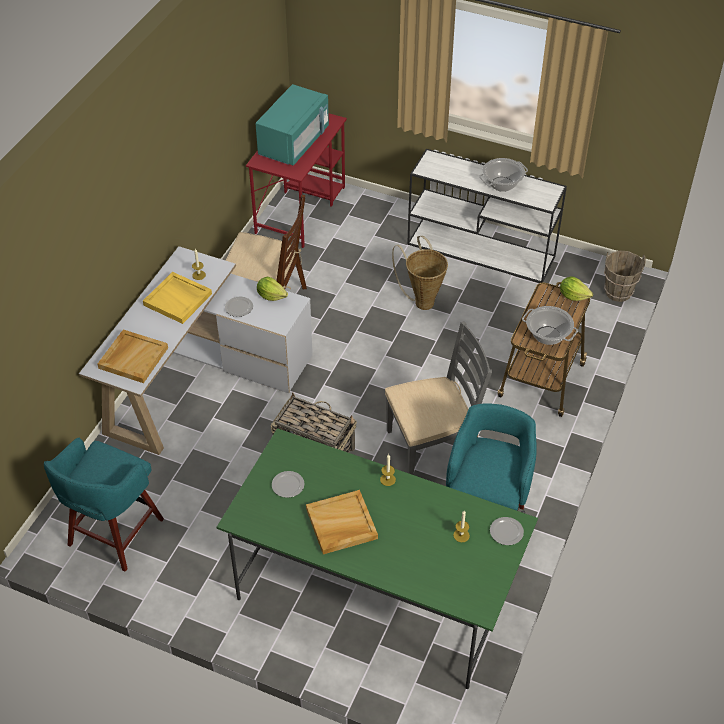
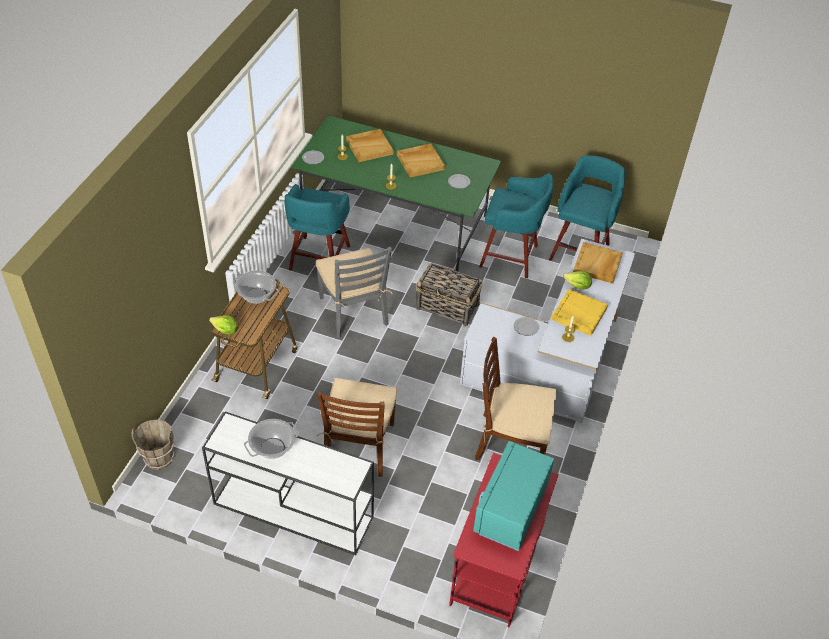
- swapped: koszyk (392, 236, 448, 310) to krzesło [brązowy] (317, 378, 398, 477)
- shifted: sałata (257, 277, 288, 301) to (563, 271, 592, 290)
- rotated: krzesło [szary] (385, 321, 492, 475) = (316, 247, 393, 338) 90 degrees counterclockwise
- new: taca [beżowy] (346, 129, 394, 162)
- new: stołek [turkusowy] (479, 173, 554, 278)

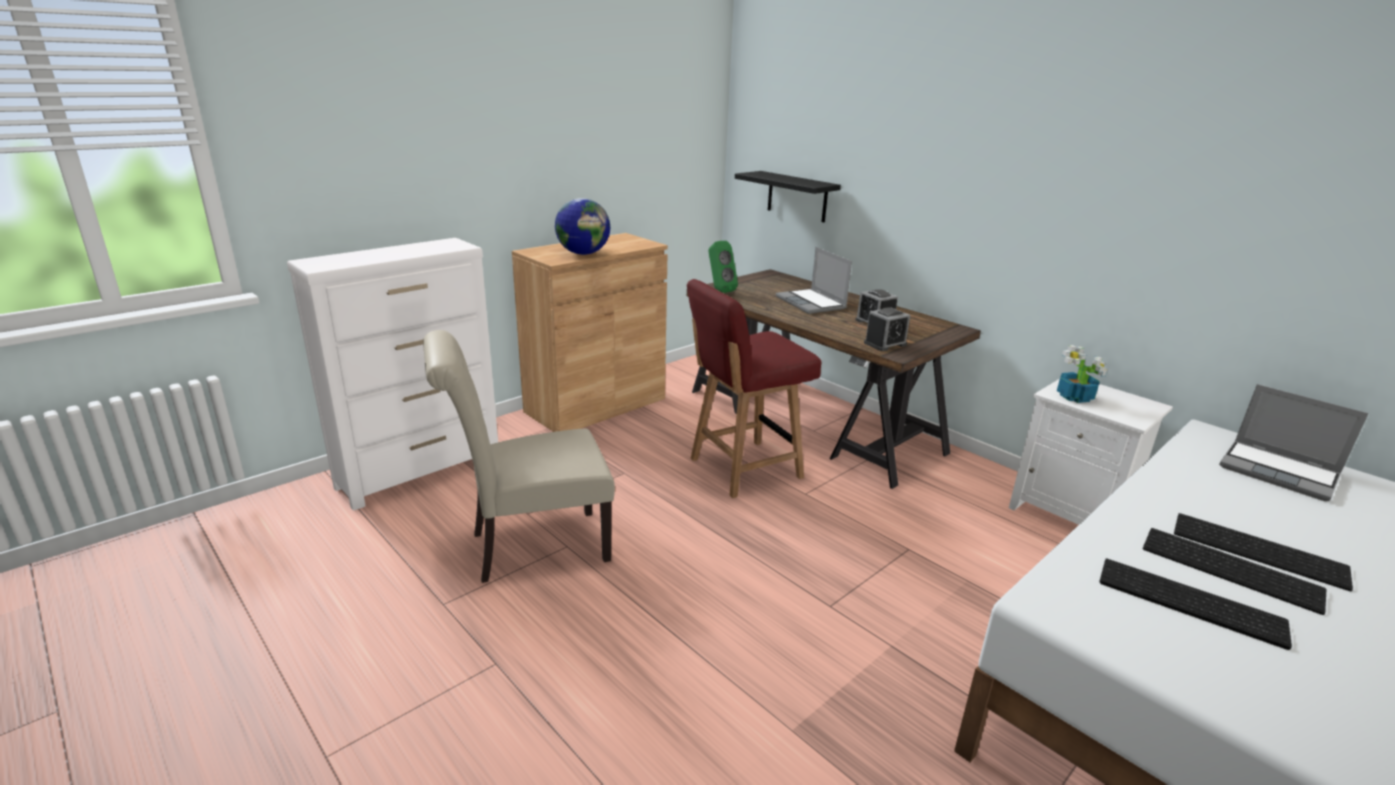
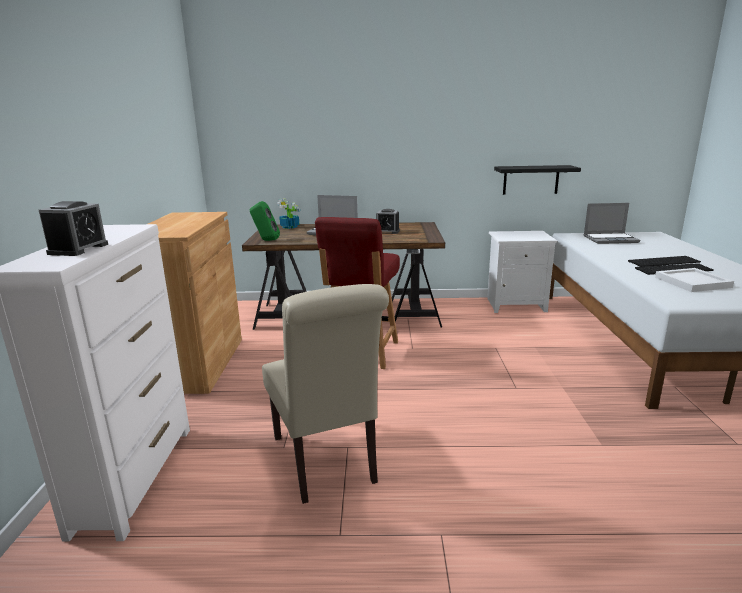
- shifted: półka [czarny] (735, 171, 841, 223) to (494, 165, 581, 195)
- gone: globus (555, 198, 610, 255)
- shifted: budzik (864, 307, 910, 351) to (39, 201, 108, 256)
- rotated: krzesło [beżowy] (423, 330, 615, 583) = (262, 284, 389, 504) 45 degrees counterclockwise
- shifted: roślina doniczkowa (1057, 345, 1107, 403) to (277, 199, 300, 229)
- swapped: klawiatura (1099, 559, 1292, 650) to taca [biały] (655, 268, 734, 292)

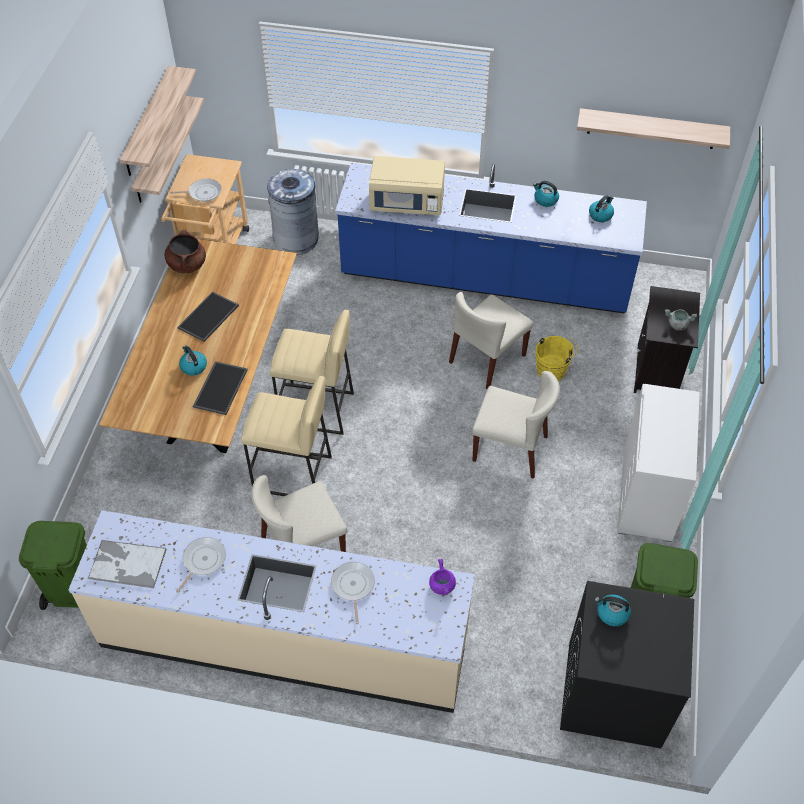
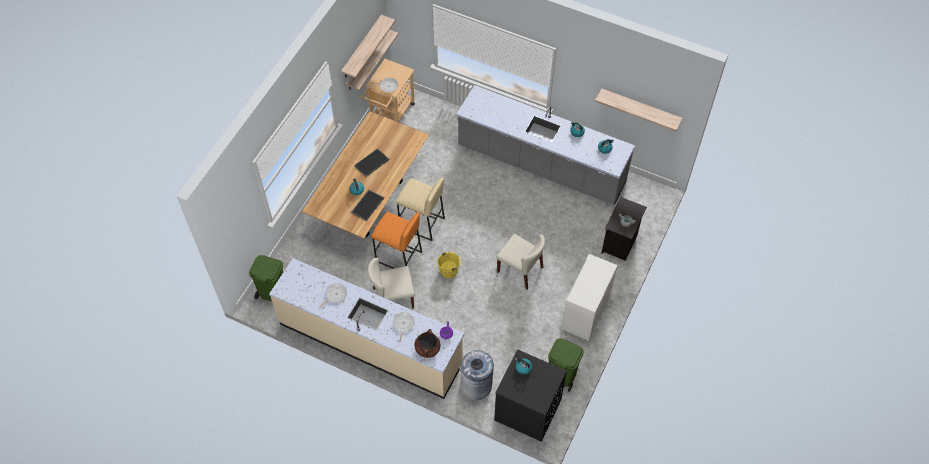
- gone: mikrofalówka [beżowy] (369, 156, 445, 215)
- repainted: zabudowa kuchenna [niebieski] (335, 163, 647, 314) to zabudowa kuchenna [szary] (456, 85, 635, 205)
- shifted: kosz na śmieci [szary] (267, 169, 319, 255) to (460, 350, 494, 401)
- shifted: garnek [brązowy] (165, 229, 206, 274) to (415, 329, 440, 358)
- gone: krzesło [beżowy] (449, 292, 534, 389)
- shifted: wiadro [żółty] (535, 333, 578, 381) to (437, 251, 463, 278)
- repainted: stołek [beżowy] (241, 376, 332, 496) to stołek [pomarańczowy] (371, 212, 422, 269)
- gone: taca (88, 540, 167, 589)

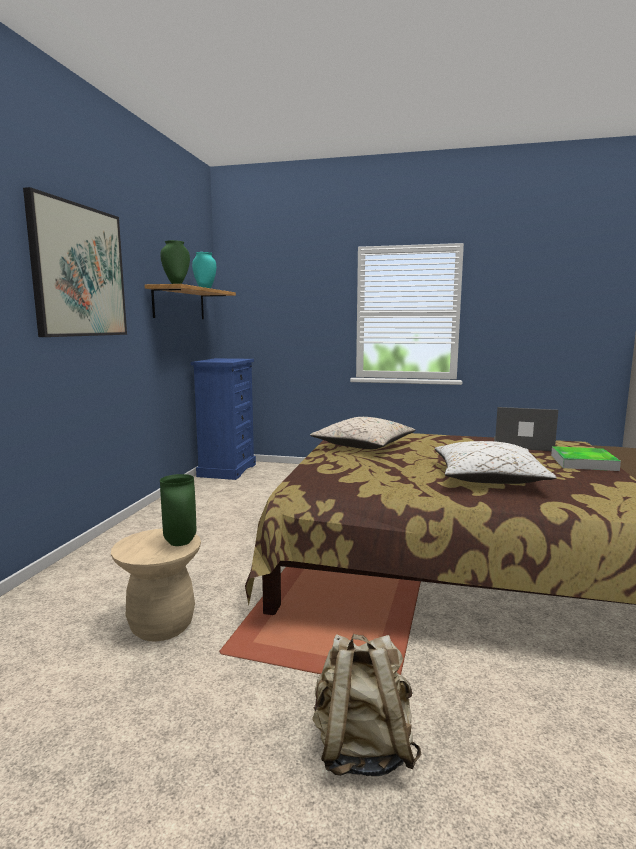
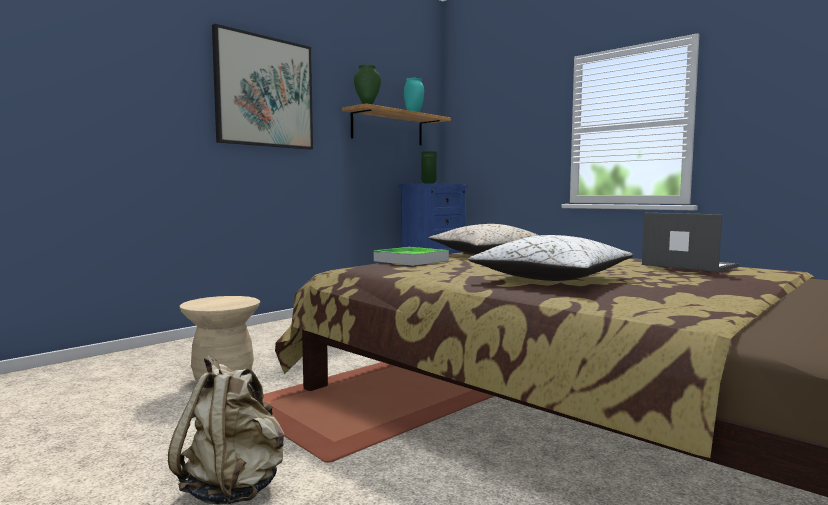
- shifted: taca (551, 446, 621, 471) to (373, 247, 449, 266)
- shifted: wazon [zielony] (160, 474, 196, 546) to (421, 151, 437, 184)

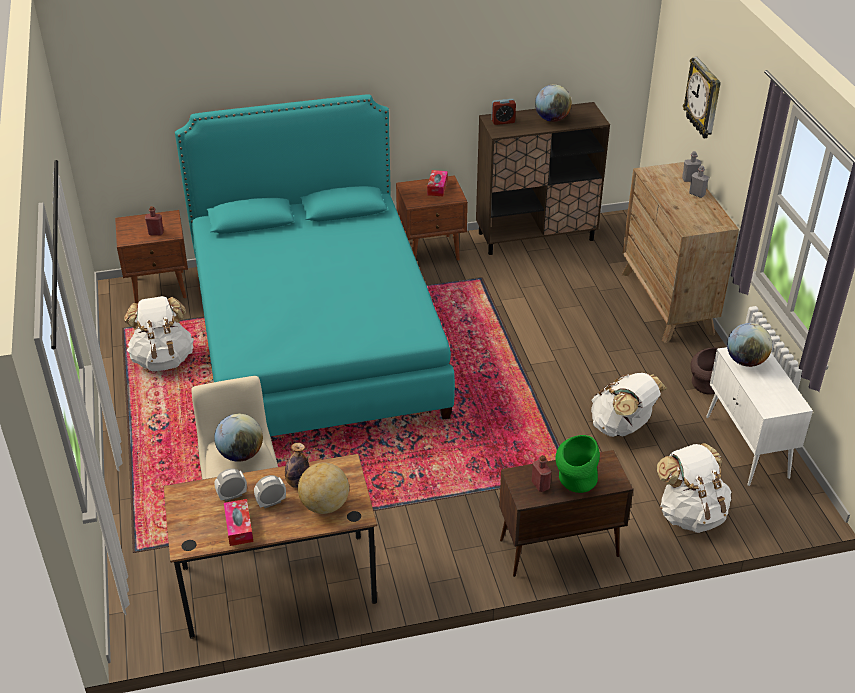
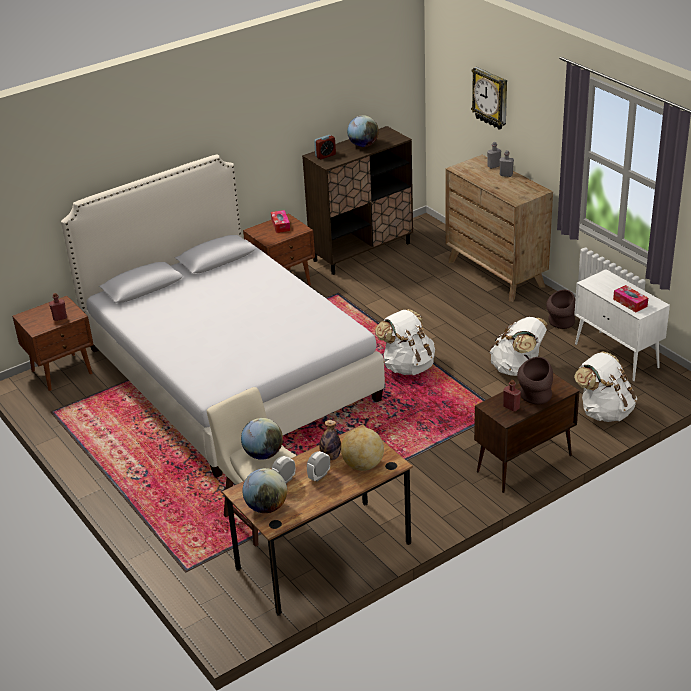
- repainted: łóżko [turkusowy] (175, 94, 455, 436) to łóżko [biały] (61, 154, 385, 478)
- shifted: plecak [biały] (124, 296, 194, 371) to (375, 309, 435, 375)
- shifted: globus (727, 323, 772, 367) to (242, 468, 287, 513)
- repainted: wazon [zielony] (556, 435, 600, 493) to wazon [brązowy] (517, 357, 553, 404)
- shifted: pudełko chusteczek (224, 499, 253, 546) to (613, 285, 648, 312)

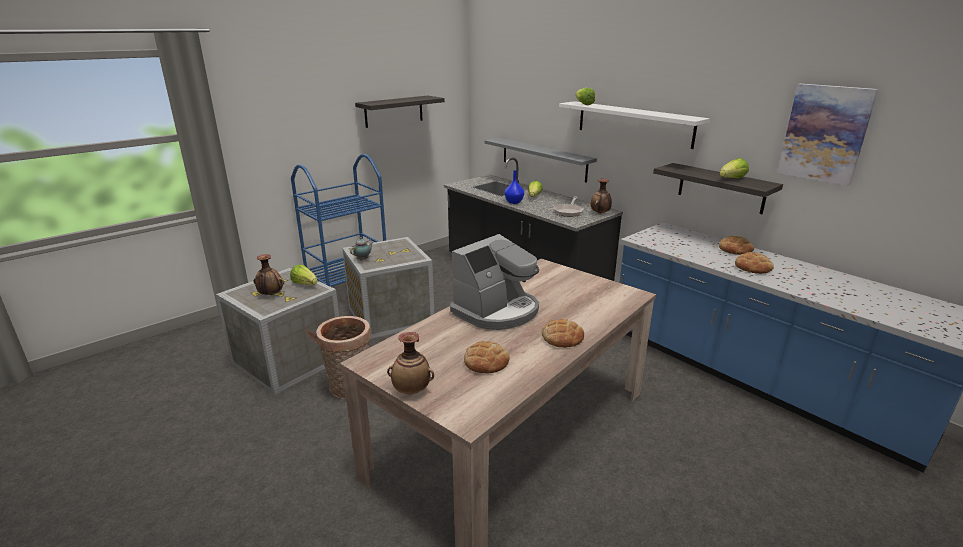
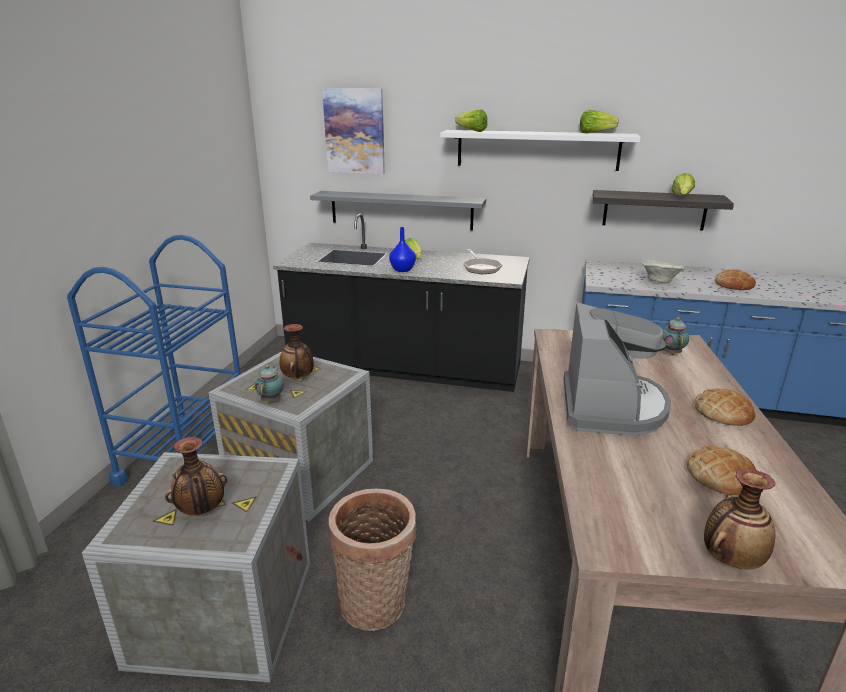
- shifted: obraz (777, 84, 878, 186) to (322, 88, 385, 174)
- gone: półka (355, 96, 445, 128)
- shifted: wazon (591, 179, 612, 214) to (280, 324, 314, 378)
- gone: chleb (719, 236, 754, 255)
- shifted: sałata (290, 264, 318, 285) to (580, 110, 618, 133)
- new: miska [beżowy] (641, 260, 685, 283)
- new: imbryk (663, 317, 689, 355)

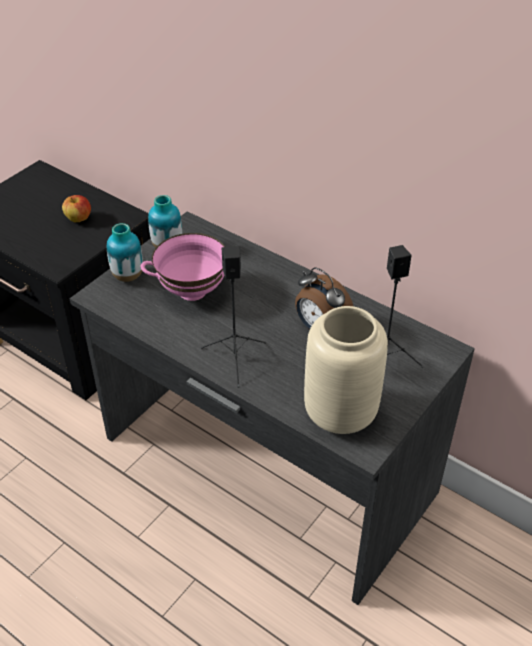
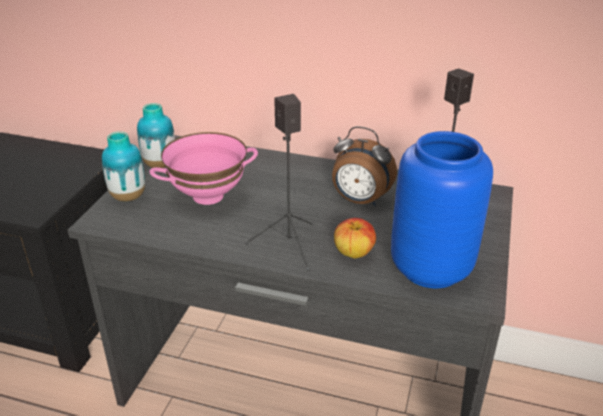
- shifted: jabłko (62, 195, 91, 222) to (334, 218, 376, 259)
- repainted: wazon [beżowy] (304, 306, 388, 434) to wazon [niebieski] (391, 131, 493, 288)

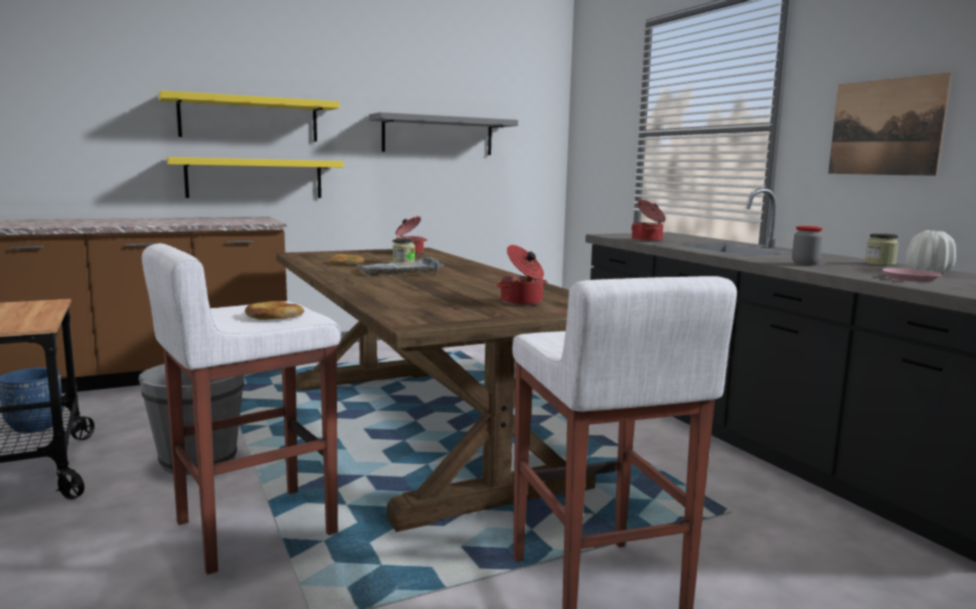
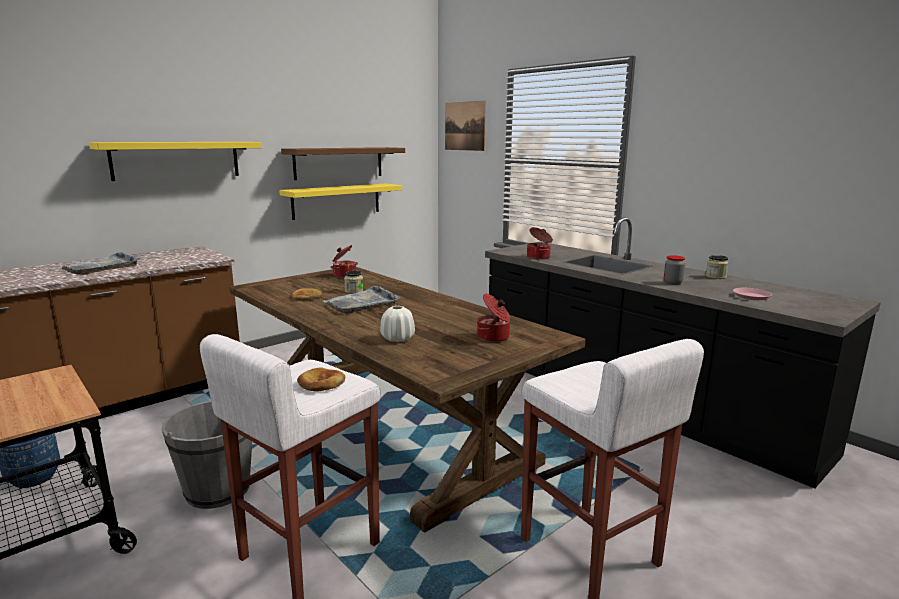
- shifted: obraz (828, 72, 952, 176) to (445, 101, 486, 151)
- repainted: półka [szary] (369, 112, 518, 155) to półka [brązowy] (281, 147, 405, 180)
- shifted: półka [żółty] (167, 157, 343, 198) to (279, 184, 402, 220)
- shifted: wazon [biały] (906, 230, 956, 273) to (380, 306, 415, 342)
- new: taca [szary] (59, 252, 141, 275)

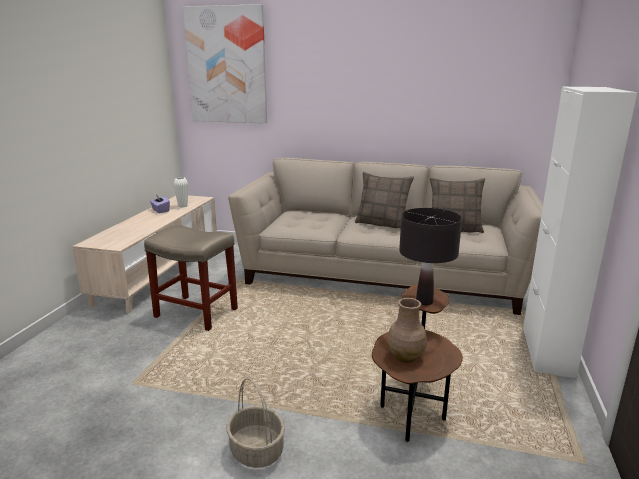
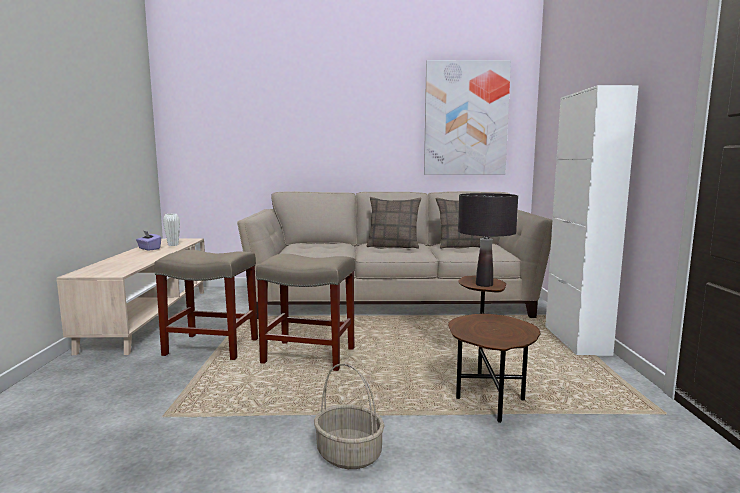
- shifted: obraz (183, 4, 267, 123) to (424, 60, 511, 175)
- gone: wazon [brązowy] (387, 298, 427, 363)
- new: stołek [beżowy] (256, 254, 355, 371)

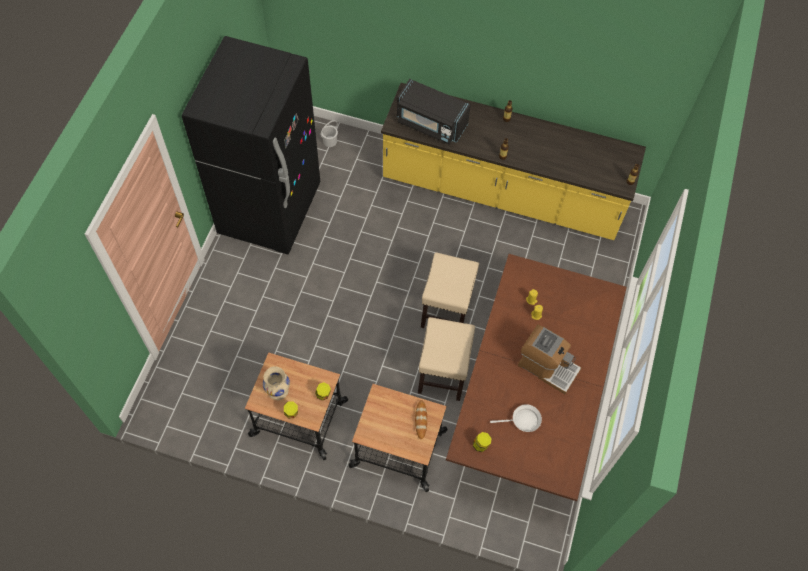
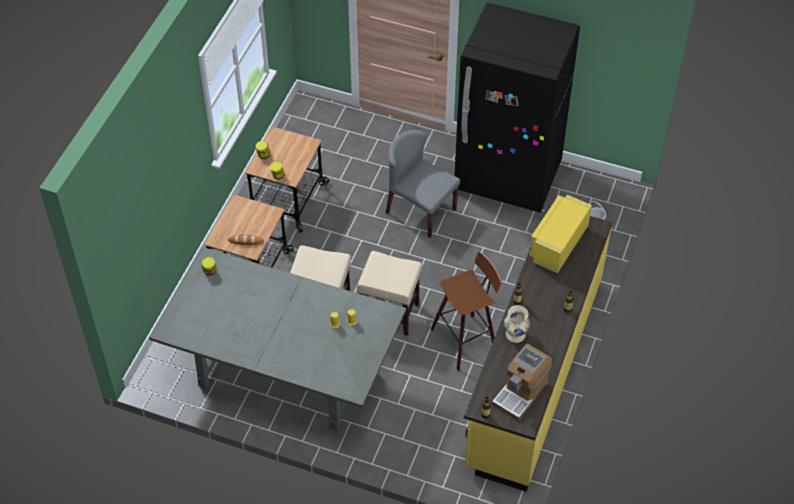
- repainted: mikrofalówka [czarny] (397, 79, 471, 144) to mikrofalówka [żółty] (529, 195, 592, 273)
- repainted: stół jadalny [brązowy] (446, 254, 627, 501) to stół jadalny [szary] (149, 247, 406, 431)
- shifted: ekspres do kawy (518, 325, 581, 394) to (492, 343, 552, 421)
- shifted: wazon [beżowy] (263, 366, 290, 400) to (504, 305, 530, 343)
- gone: patelnia [biały] (490, 404, 542, 432)
- new: krzesło [szary] (386, 130, 460, 238)
- new: stołek (431, 251, 502, 371)

